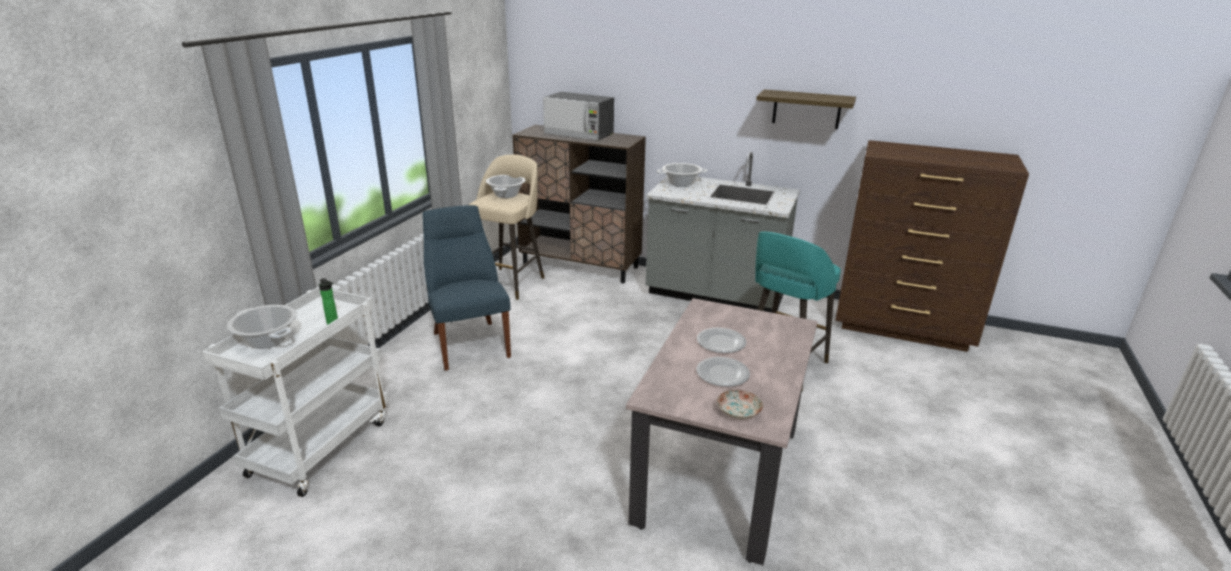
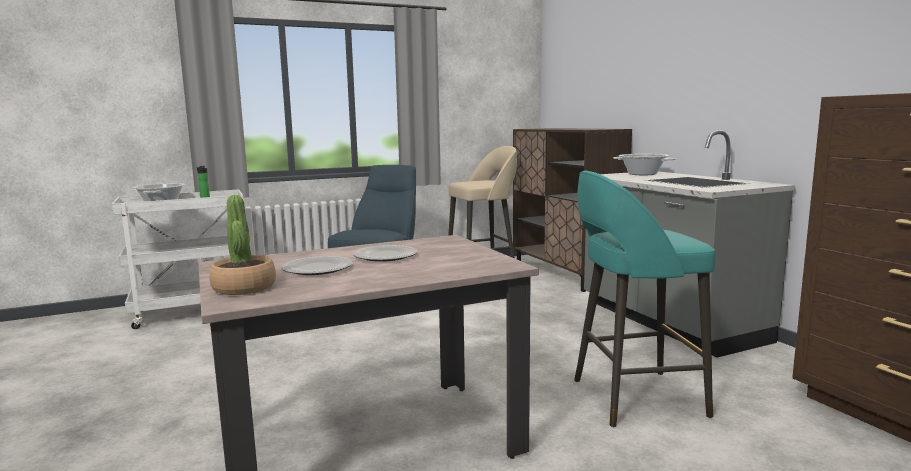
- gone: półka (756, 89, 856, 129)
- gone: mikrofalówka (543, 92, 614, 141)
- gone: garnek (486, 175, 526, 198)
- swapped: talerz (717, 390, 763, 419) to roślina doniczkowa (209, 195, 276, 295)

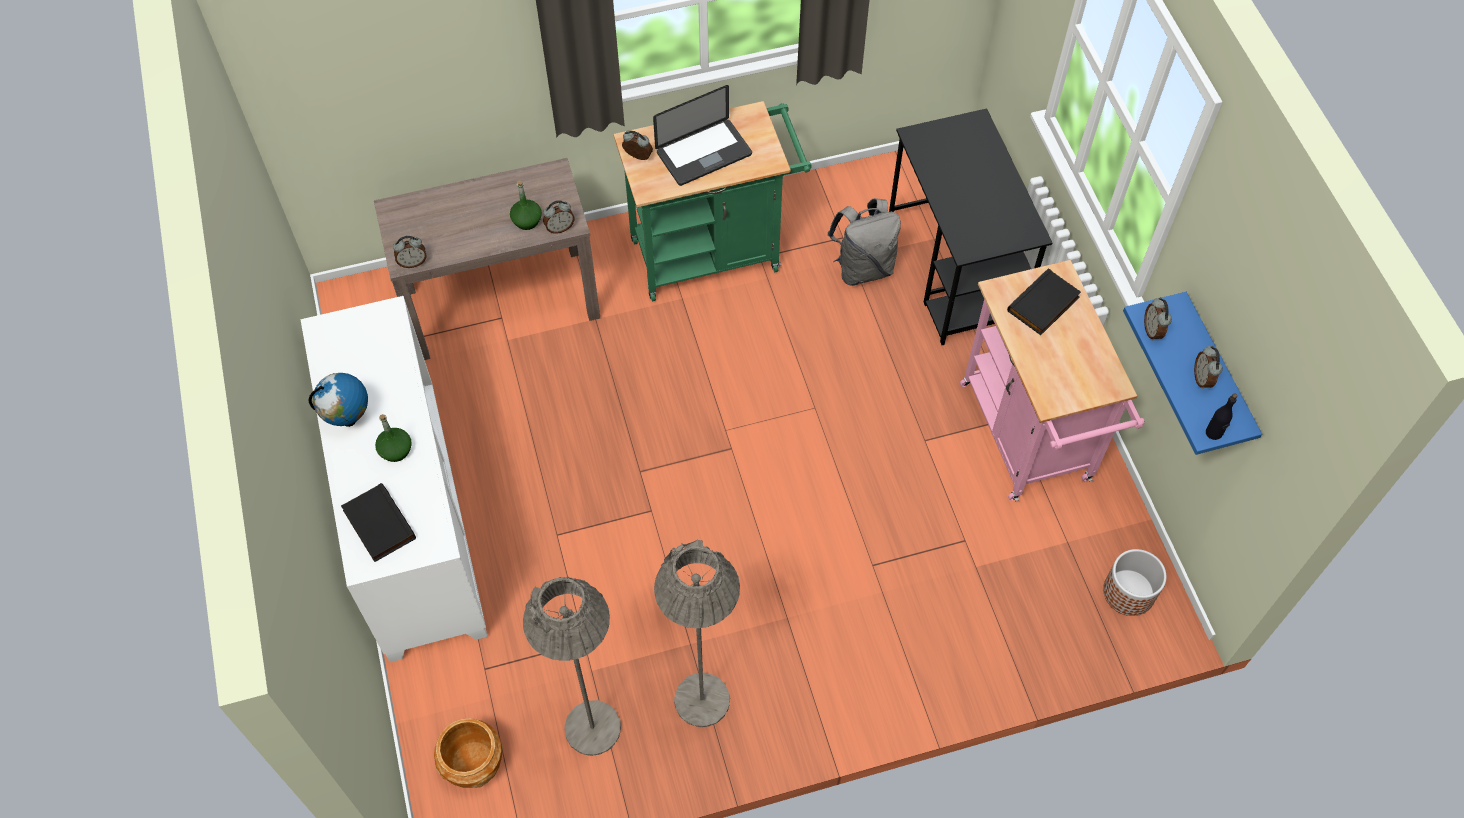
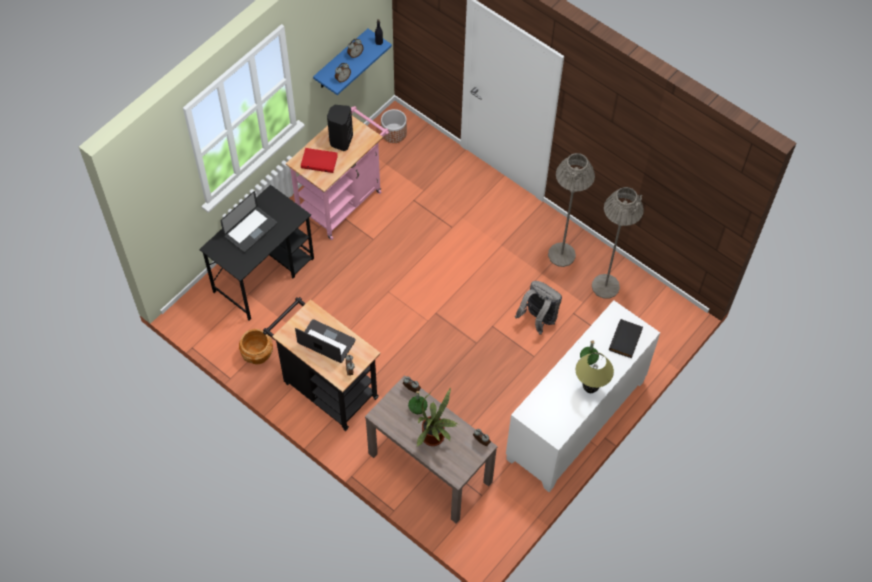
- repainted: wózek [zielony] (613, 101, 812, 302) to wózek [czarny] (263, 297, 381, 431)
- shifted: plecak [szary] (827, 198, 901, 286) to (515, 281, 562, 335)
- repainted: książka [czarny] (1007, 268, 1081, 335) to książka [czerwony] (301, 148, 338, 173)
- swapped: globus (309, 373, 368, 427) to lampa stołowa (576, 352, 614, 393)
- shifted: donica [brązowy] (434, 718, 503, 788) to (239, 329, 273, 364)
- new: głośnik [czarny] (327, 105, 353, 151)
- new: laptop (221, 191, 277, 253)
- new: roślina doniczkowa (417, 388, 458, 446)

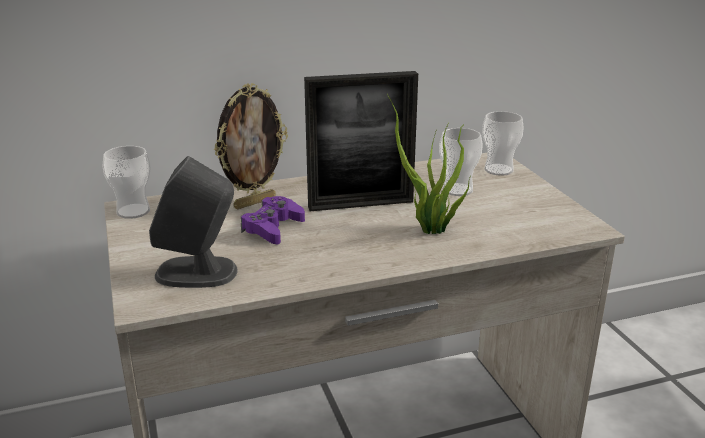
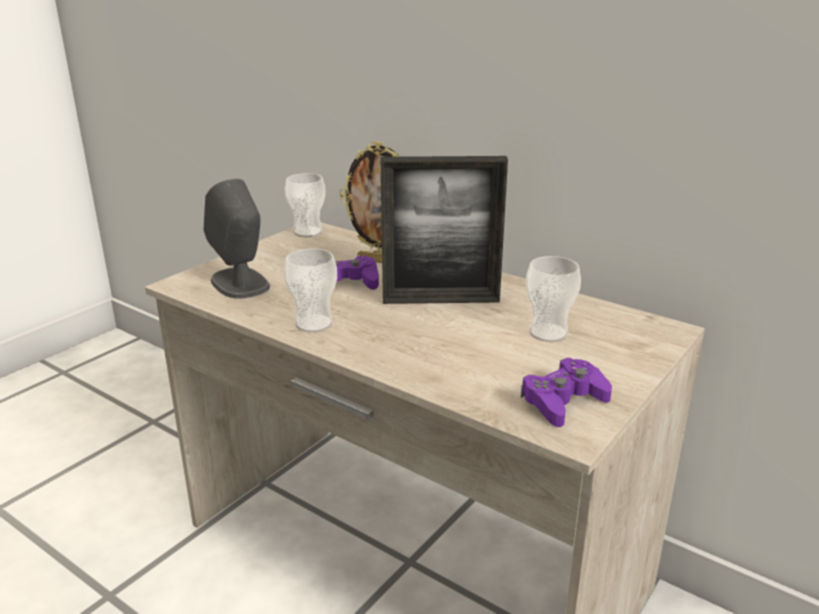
- rotated: ramka na zdjęcie (304, 71, 418, 211) = (381, 156, 508, 304) 45 degrees counterclockwise
- gone: roślina doniczkowa (387, 94, 471, 234)
- shifted: filiżanka (482, 111, 524, 176) to (284, 248, 337, 333)
- new: pad do gier [fioletowy] (521, 358, 612, 427)

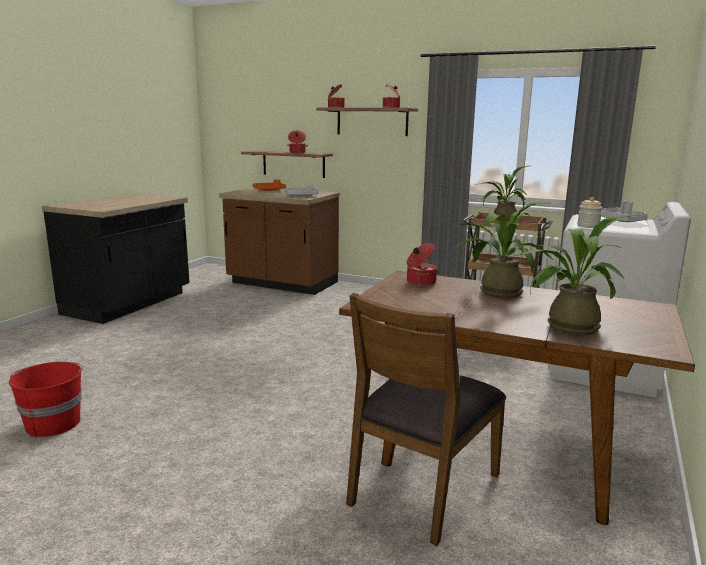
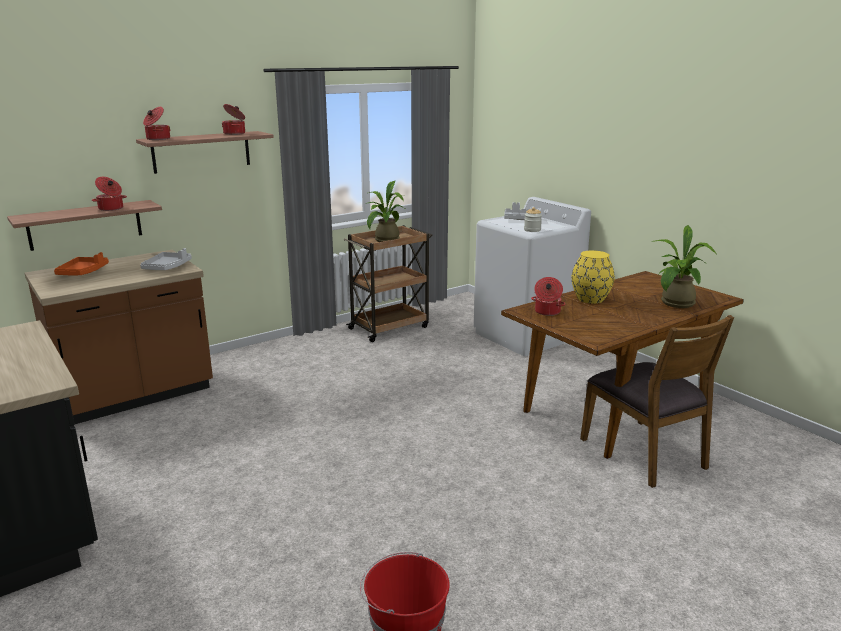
- swapped: roślina doniczkowa (451, 202, 554, 299) to wazon [żółty] (572, 250, 615, 304)

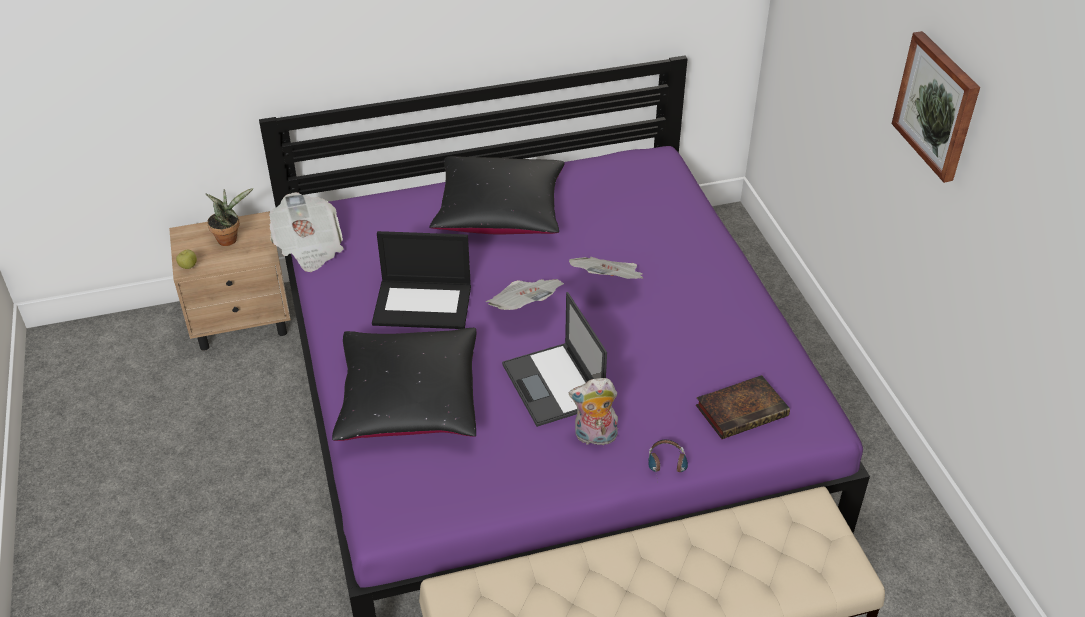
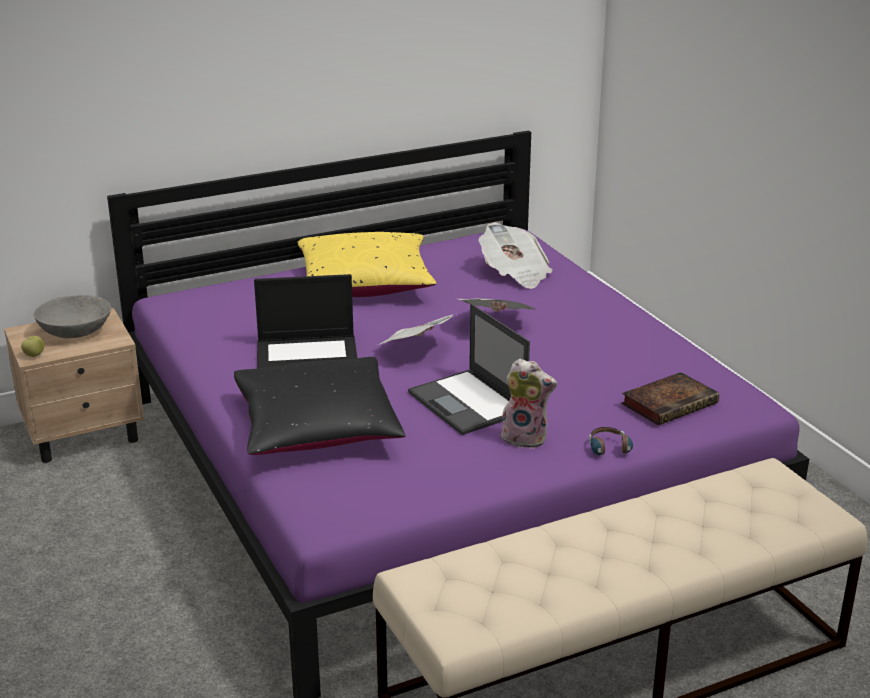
- gone: obraz (892, 31, 980, 183)
- repainted: poduszka [czarny] (429, 156, 565, 234) to poduszka [żółty] (297, 232, 436, 297)
- swapped: roślina doniczkowa (205, 188, 254, 246) to miska [szary] (33, 295, 111, 338)
- shifted: gazeta (269, 192, 344, 272) to (479, 223, 553, 289)
- rotated: pluszak (569, 378, 618, 447) = (499, 358, 557, 448) 150 degrees counterclockwise

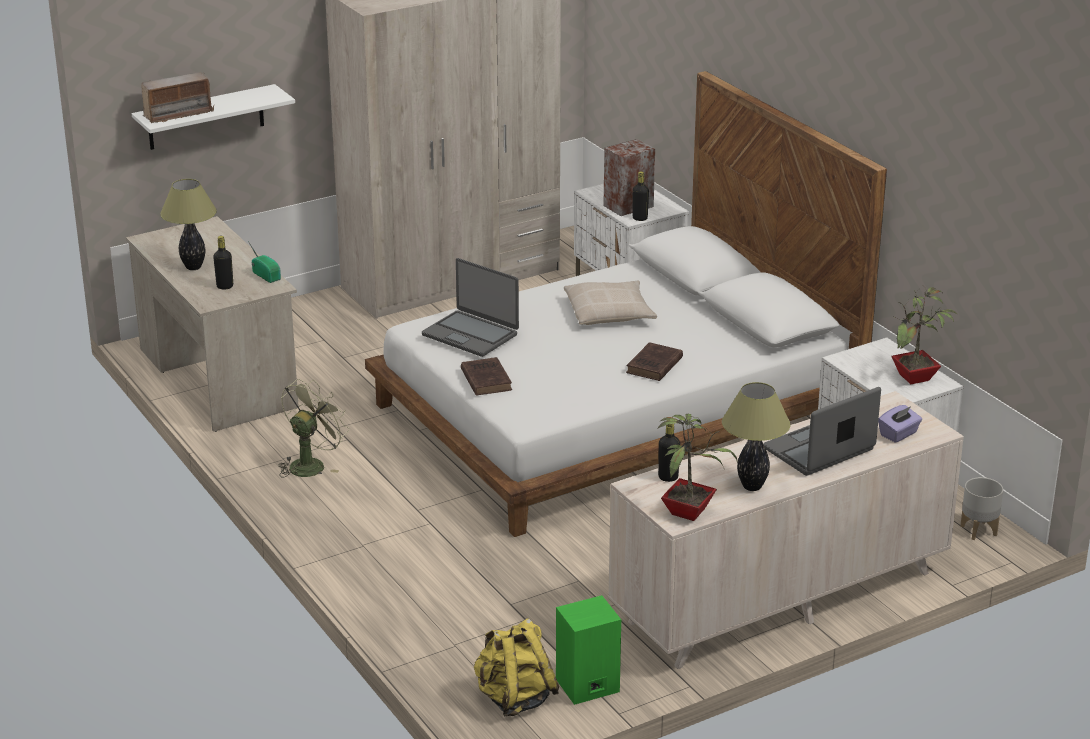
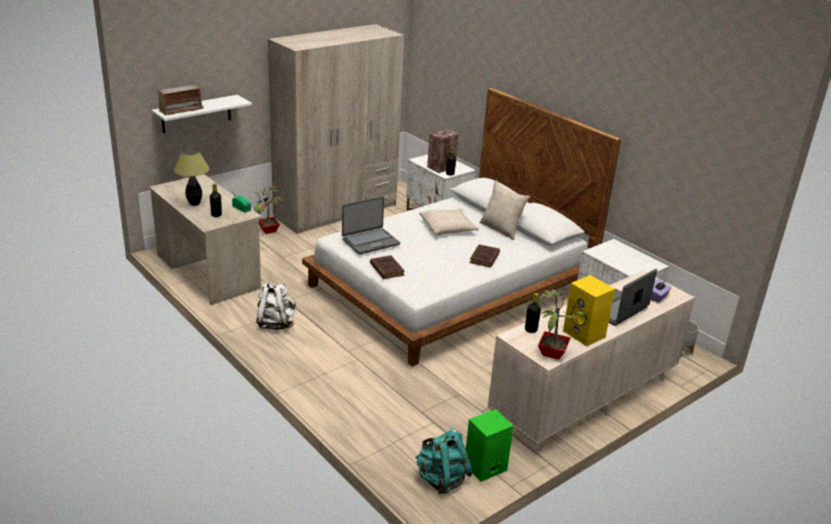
- rotated: laptop (422, 258, 519, 357) = (342, 197, 400, 255) 60 degrees counterclockwise
- shifted: roślina doniczkowa (891, 287, 958, 384) to (254, 185, 284, 234)
- swapped: wentylator [zielony] (279, 379, 349, 478) to plecak [biały] (256, 282, 296, 330)
- swapped: lampa stołowa (722, 382, 790, 491) to głośnik [żółty] (563, 275, 615, 346)
- repainted: plecak [żółty] (474, 619, 559, 717) to plecak [turkusowy] (416, 428, 473, 494)
- new: poduszka [beżowy] (480, 180, 530, 240)

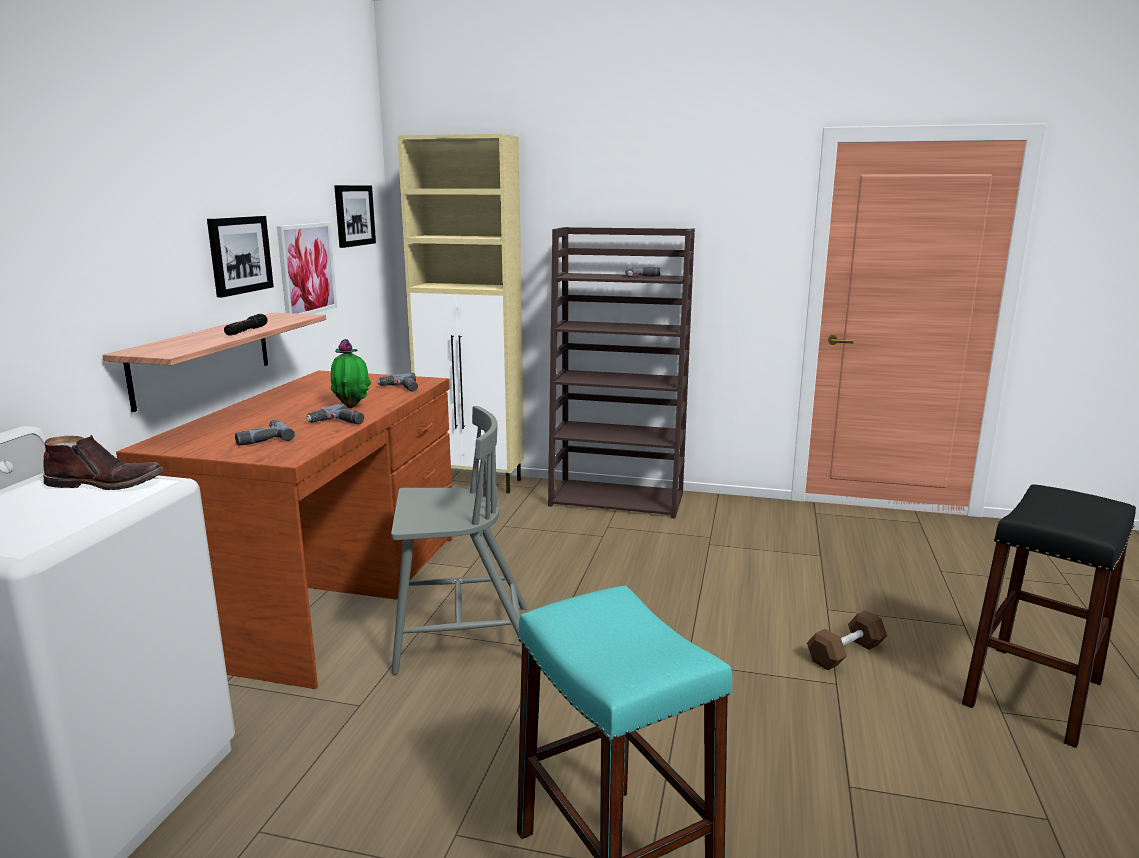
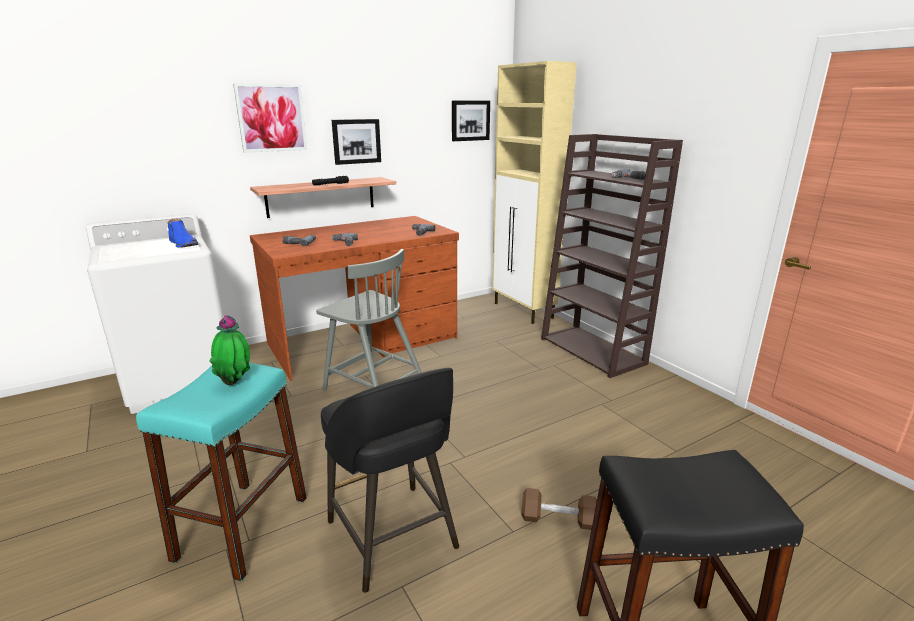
- shifted: obraz (277, 222, 337, 314) to (233, 83, 307, 153)
- shifted: roślina doniczkowa (331, 339, 371, 408) to (210, 315, 250, 385)
- repainted: but z cholewką [brązowy] (43, 435, 164, 490) to but z cholewką [niebieski] (167, 219, 198, 248)
- new: stołek [czarny] (321, 368, 459, 593)

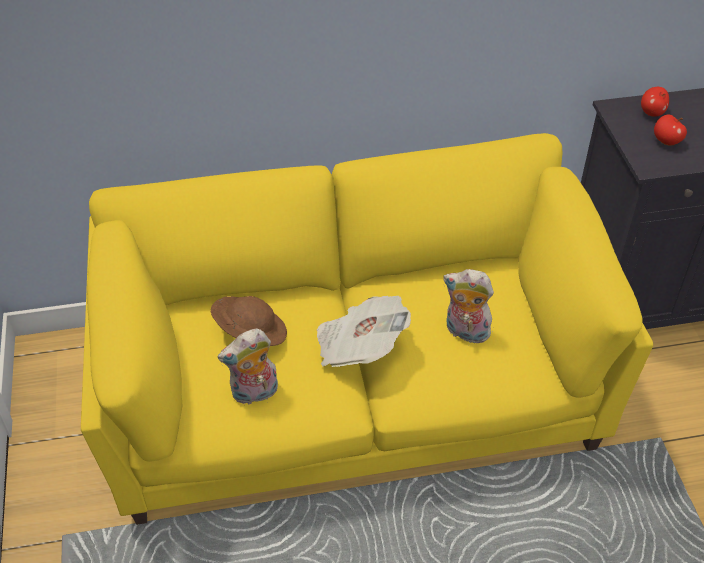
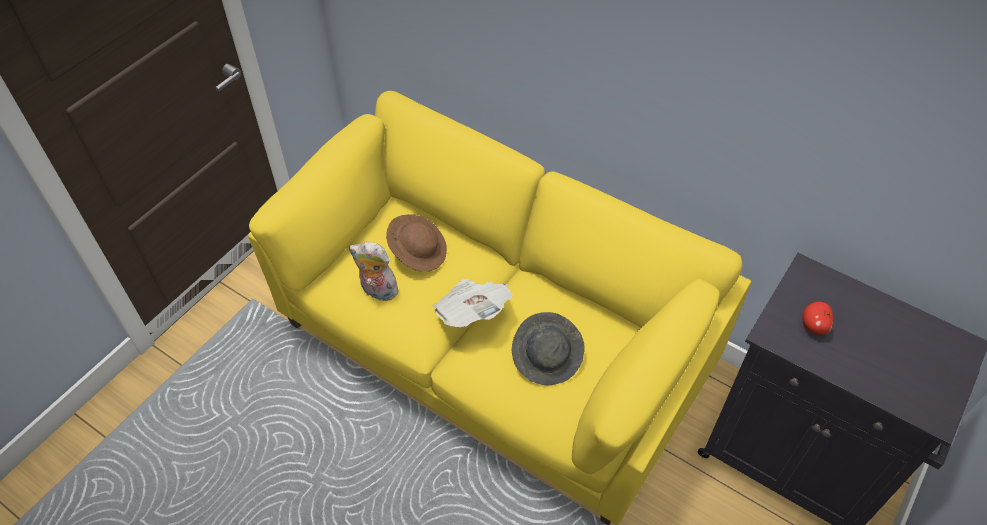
- gone: jabłko (641, 87, 669, 117)
- swapped: pluszak (443, 269, 494, 343) to kapelusz [szary] (512, 312, 585, 385)

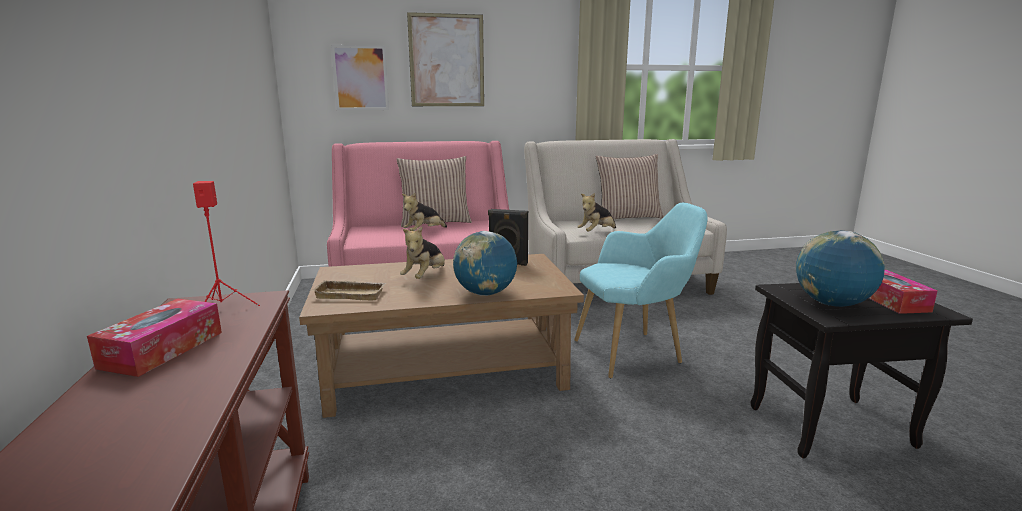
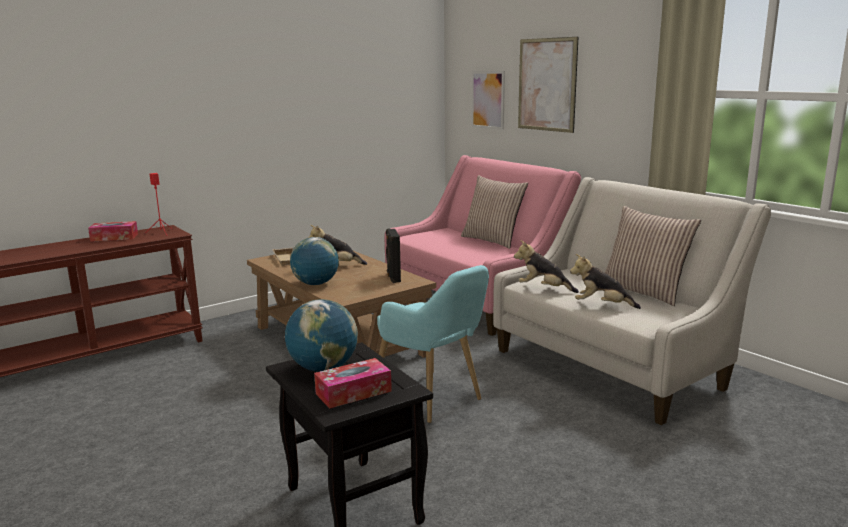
- shifted: pluszak (402, 193, 447, 231) to (570, 254, 641, 309)

